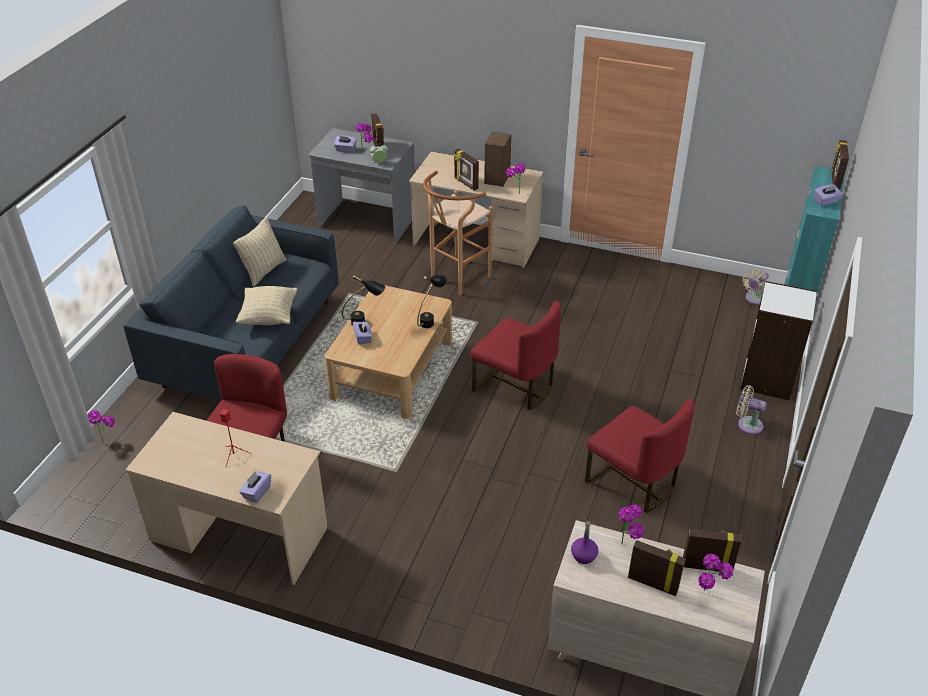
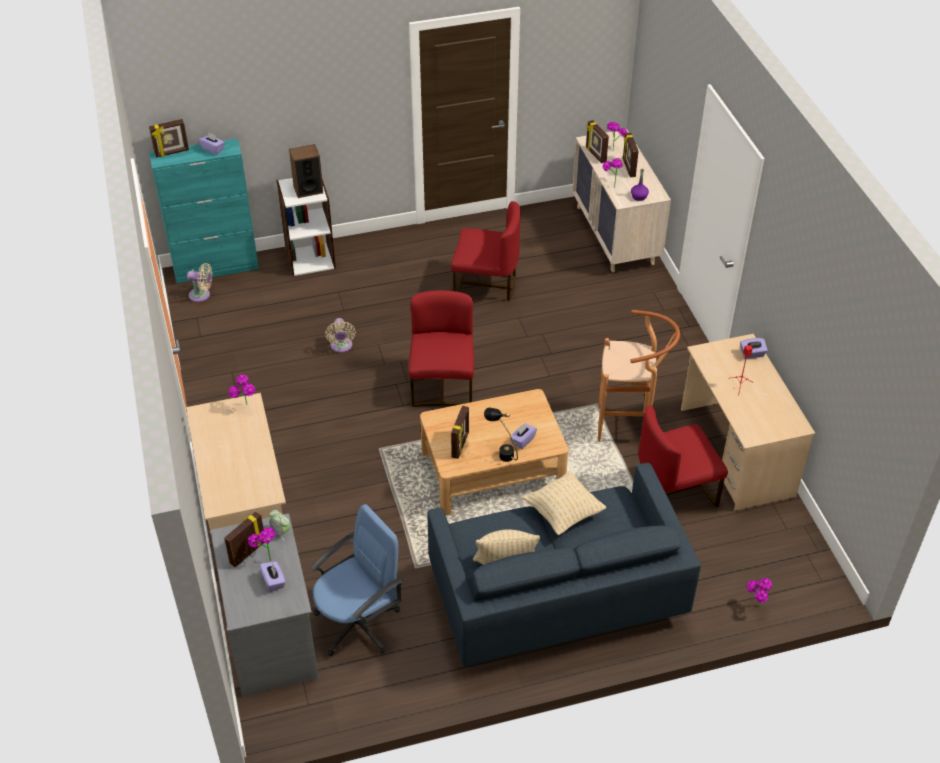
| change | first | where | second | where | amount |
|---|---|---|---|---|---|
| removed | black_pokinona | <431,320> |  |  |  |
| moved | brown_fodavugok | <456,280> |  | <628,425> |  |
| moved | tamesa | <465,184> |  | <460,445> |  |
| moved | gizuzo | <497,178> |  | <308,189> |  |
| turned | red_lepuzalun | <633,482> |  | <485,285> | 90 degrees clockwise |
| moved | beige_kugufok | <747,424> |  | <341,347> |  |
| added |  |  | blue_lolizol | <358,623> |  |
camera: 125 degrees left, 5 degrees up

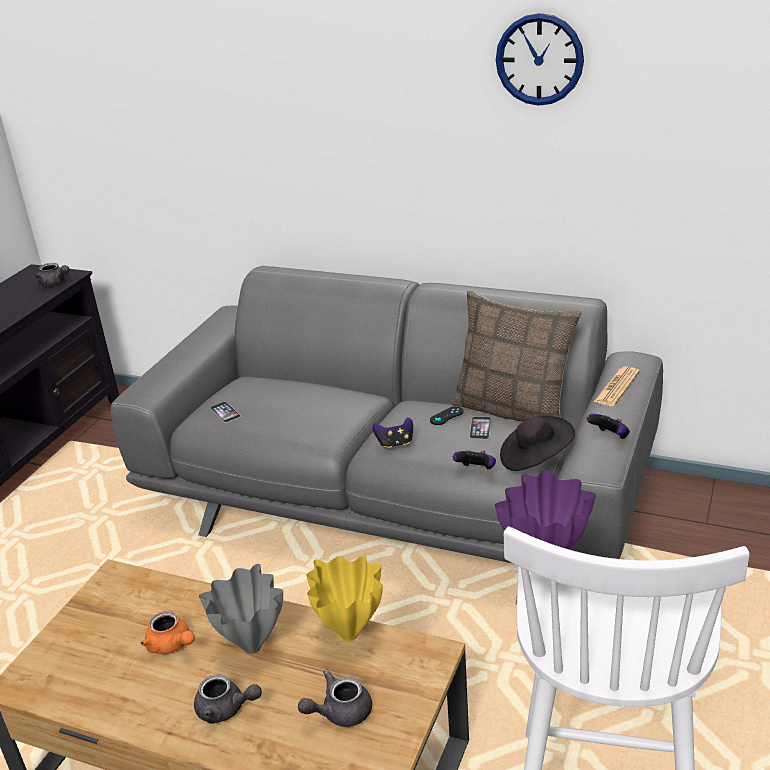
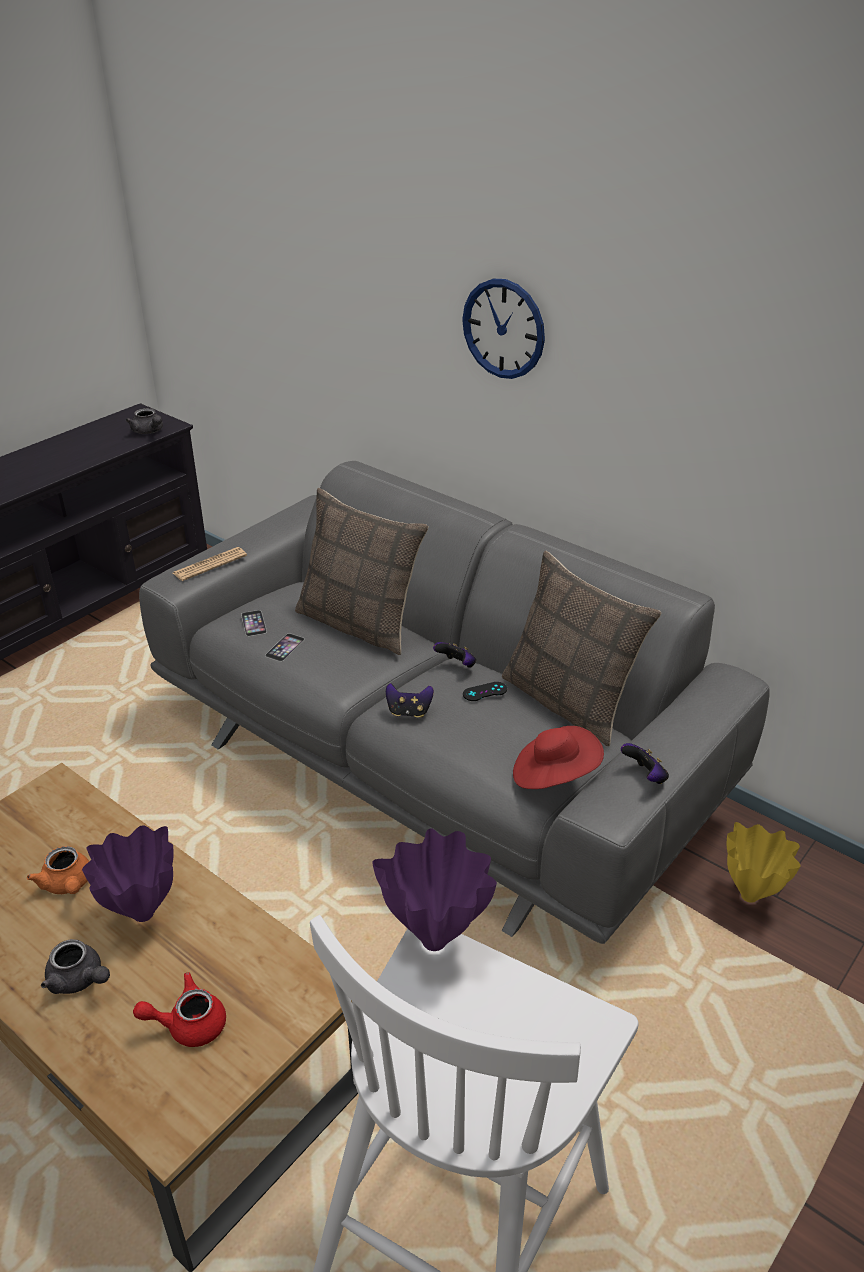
| change | first | where | second | where | amount |
|---|---|---|---|---|---|
| recoloured | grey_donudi | <251,648> | purple_donudi | <142,915> |  |
| recoloured | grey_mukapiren | <339,712> | red_mukapiren | <188,1024> |  |
| moved | yellow_donudi | <350,635> |  | <750,897> |  |
| moved | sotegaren | <476,470> |  | <457,665> |  |
| moved | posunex | <480,427> |  | <285,647> |  |
| moved | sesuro | <539,59> |  | <503,329> |  |
| recoloured | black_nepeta | <535,458> | red_nepeta | <554,775> |  |
| moved | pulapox | <617,387> |  | <210,565> |  |
| added |  |  | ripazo | <360,623> |  |
camera: 15 degrees right, 5 degrees up

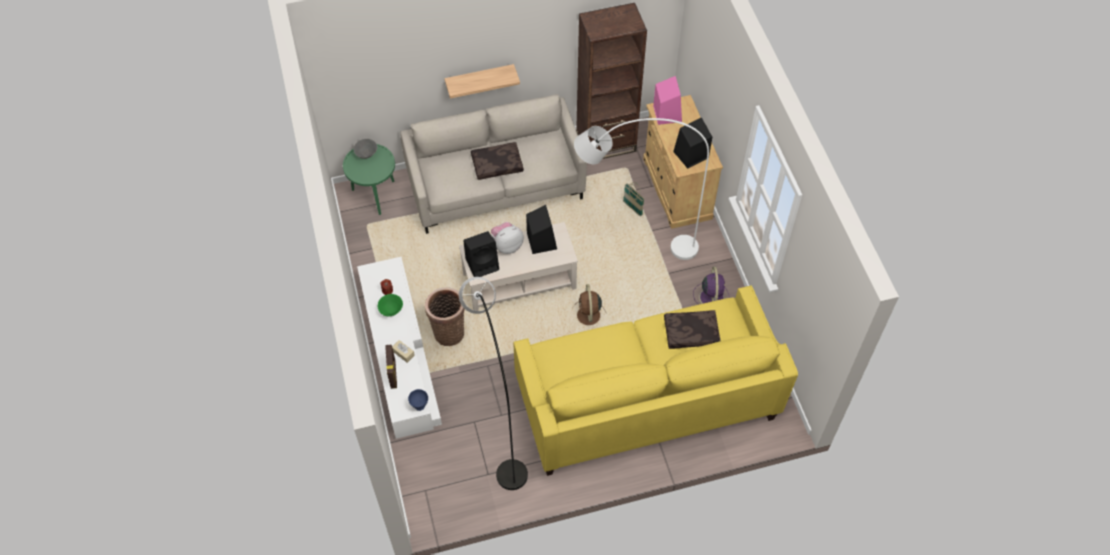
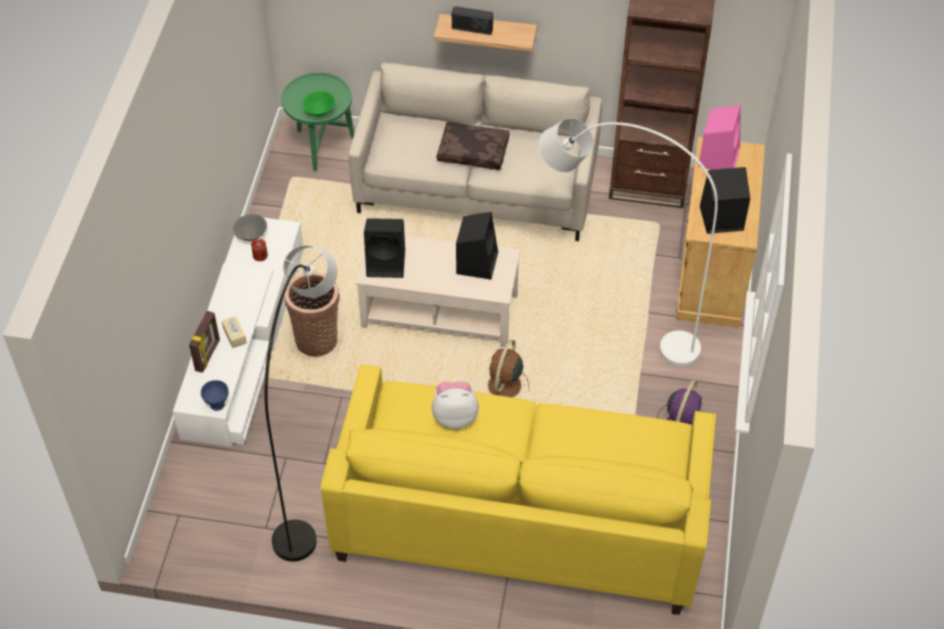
| change | first | where | second | where | amount |
|---|---|---|---|---|---|
| moved | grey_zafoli | <366,154> |  | <250,236> |  |
| moved | green_zafoli | <391,310> |  | <319,112> |  |
| moved | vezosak | <507,245> |  | <455,416> |  |
| removed | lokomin | <632,208> |  |  |  |
| removed | brown_ripazo | <691,334> |  |  |  |
| added |  |  | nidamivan | <472,29> |  |
camera: 25 degrees right, 5 degrees down

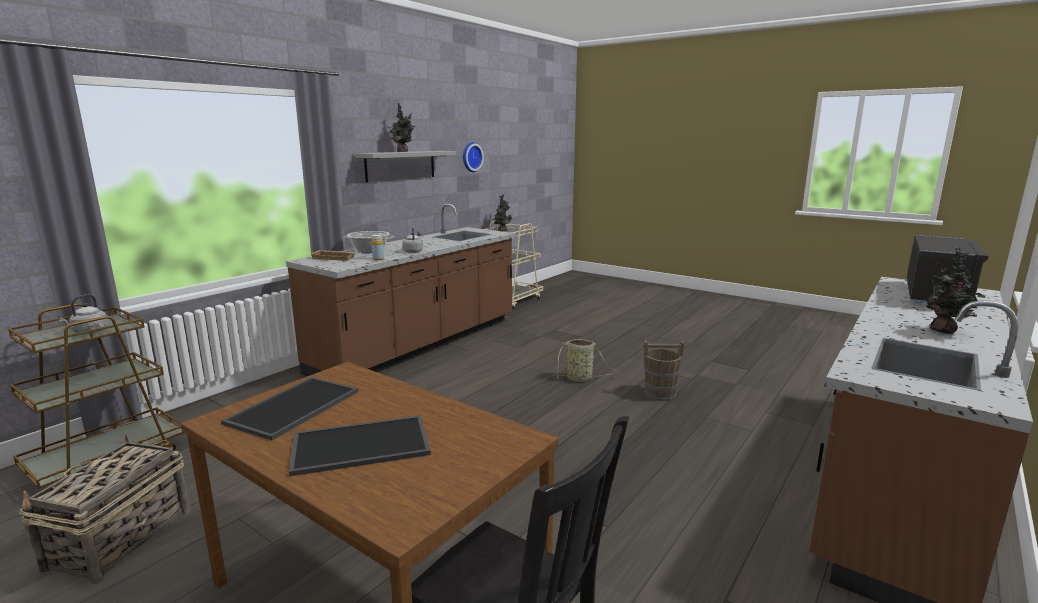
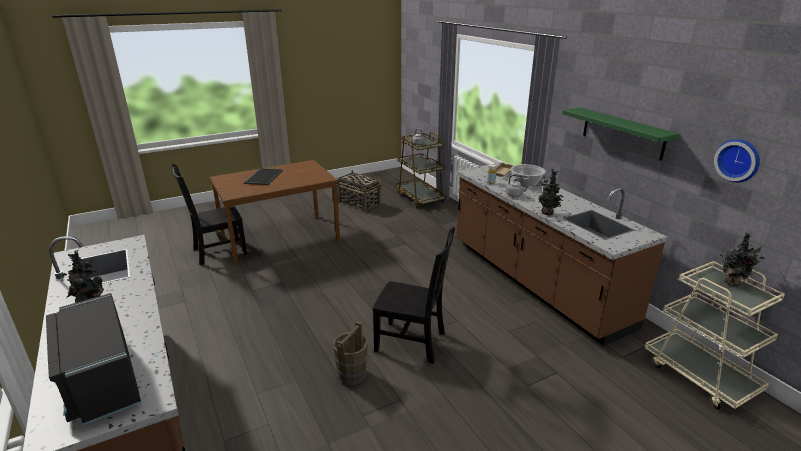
| change | first | where | second | where | amount |
|---|---|---|---|---|---|
| removed | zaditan | <294,408> |  |  |  |
| recoloured | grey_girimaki | <400,165> | green_girimaki | <622,133> |  |
| moved | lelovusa | <403,152> |  | <548,213> |  |
| replaced | lokomin | <581,379> | black_lepuzalun | <413,342> |  |
camera: 115 degrees right, 10 degrees up

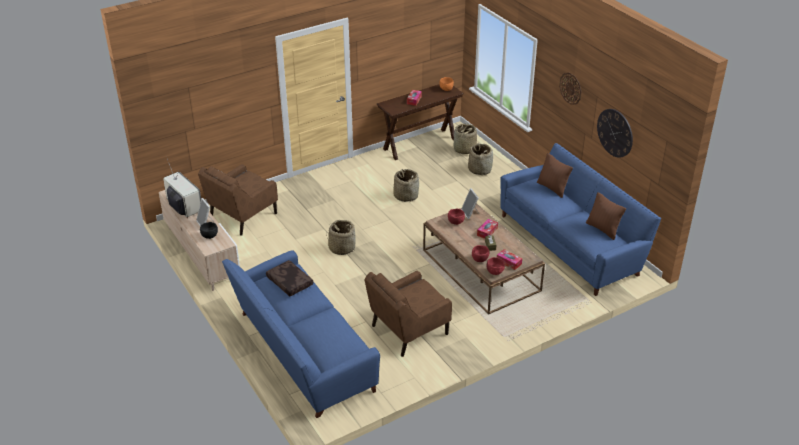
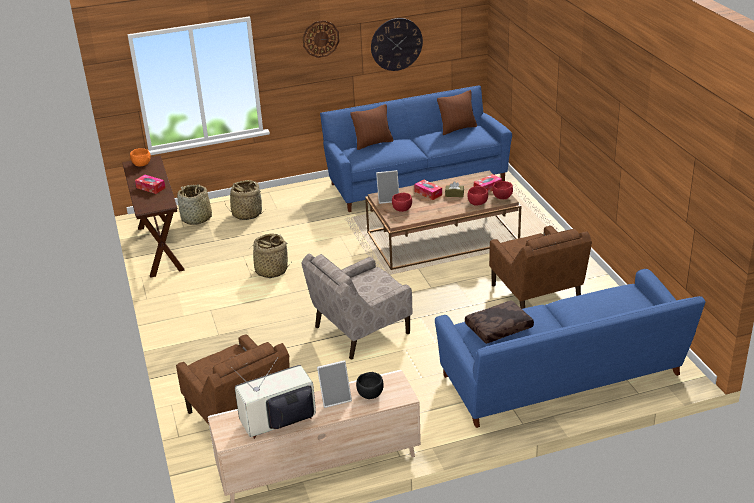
| change | first | where | second | where | amount |
|---|---|---|---|---|---|
| replaced | lokomin | <342,248> | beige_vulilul | <360,330> |  |
camera: 75 degrees left, 5 degrees down

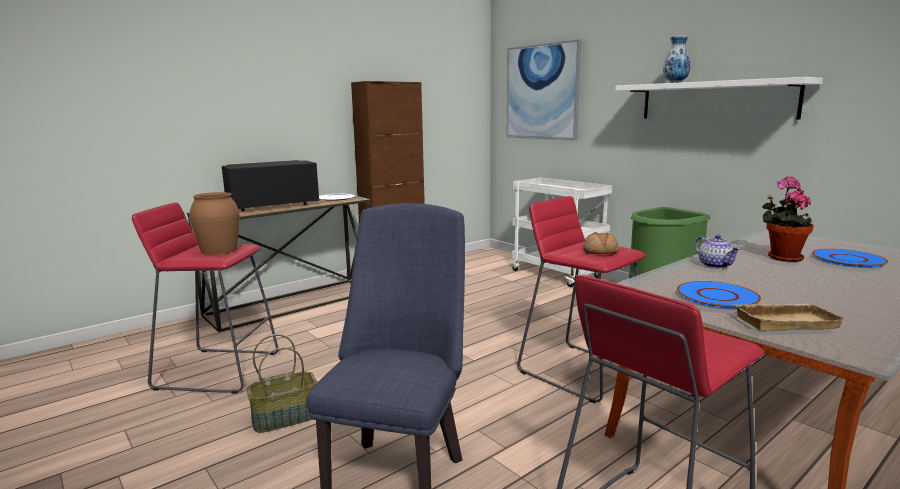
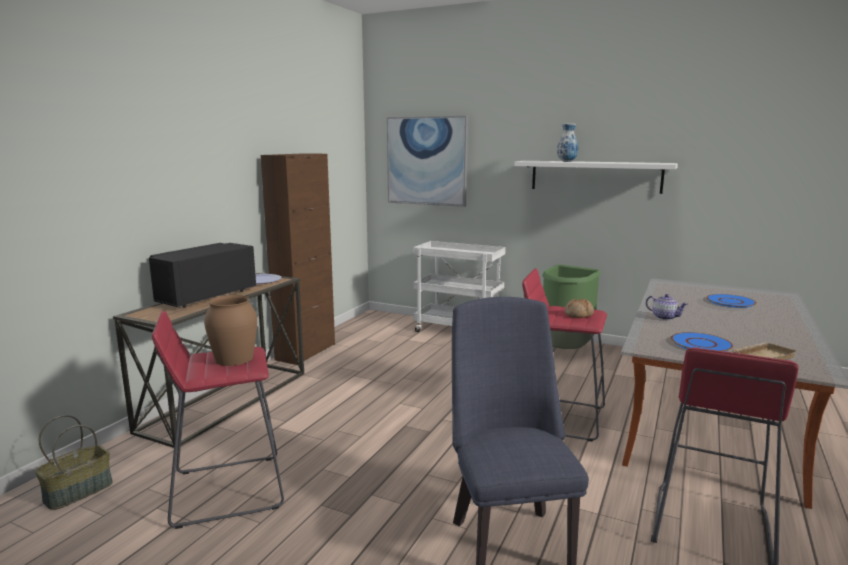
| change | first | where | second | where | amount |
|---|---|---|---|---|---|
| moved | lokomin | <285,417> |  | <78,491> |  |
| removed | lelovusa | <781,257> |  |  |  |
camera: 25 degrees left, 0 degrees up

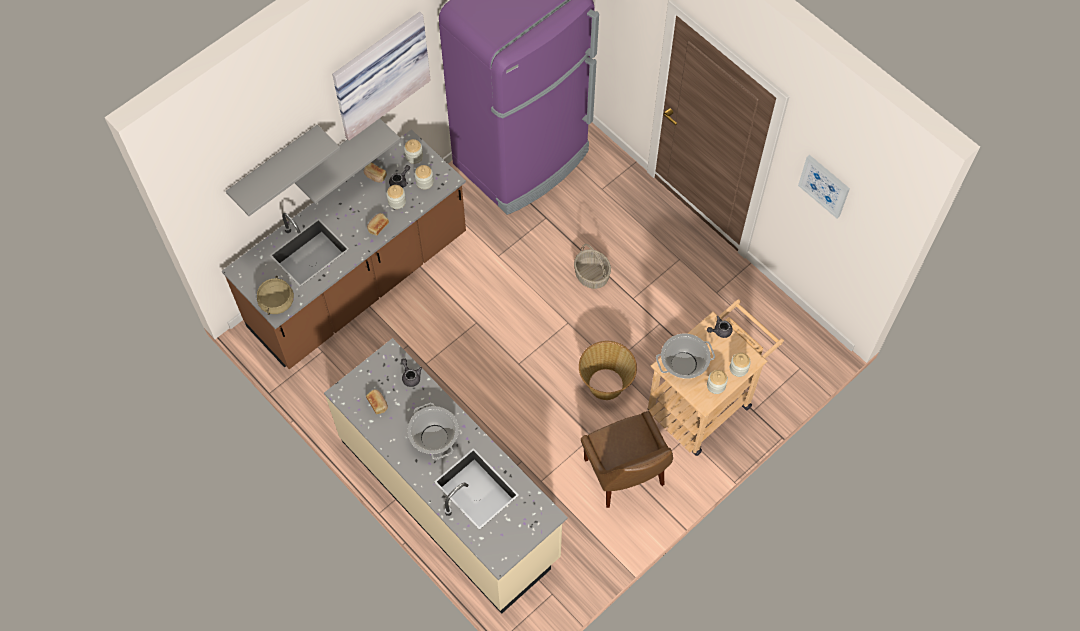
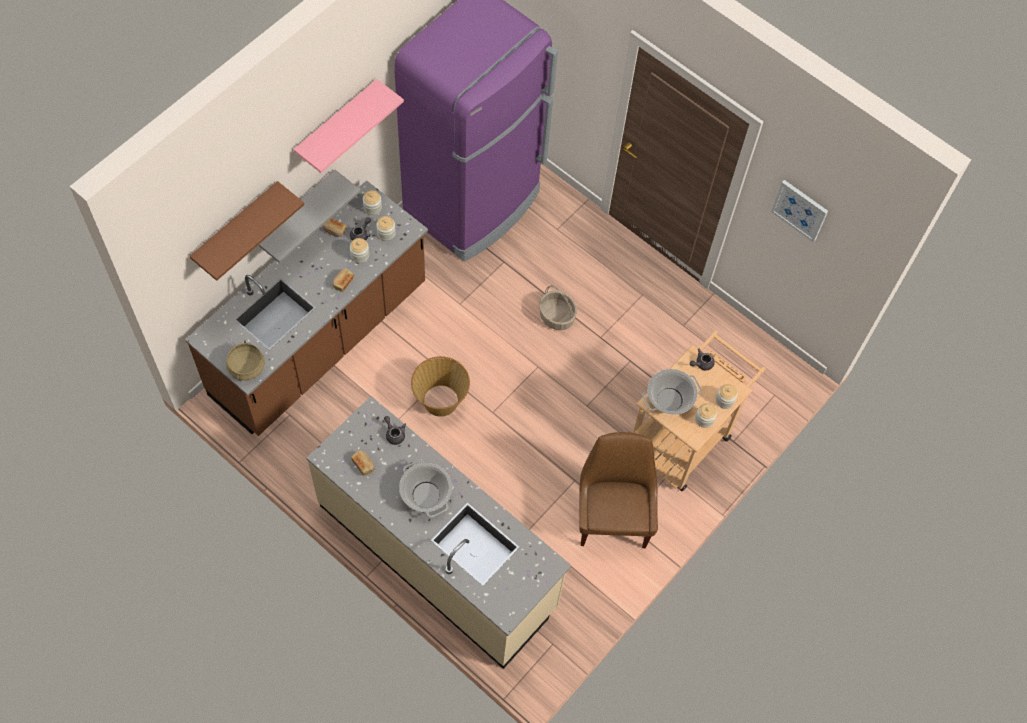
| change | first | where | second | where | amount |
|---|---|---|---|---|---|
| recoloured | grey_girimaki | <274,166> | brown_girimaki | <236,227> |  |
| replaced | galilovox | <379,73> | pink_girimaki | <337,124> |  |
| moved | lokomin | <606,383> |  | <440,400> |  |
| turned | brown_lepuzalun | <625,475> |  | <613,516> | 150 degrees counterclockwise |
camera: 10 degrees left, 0 degrees up

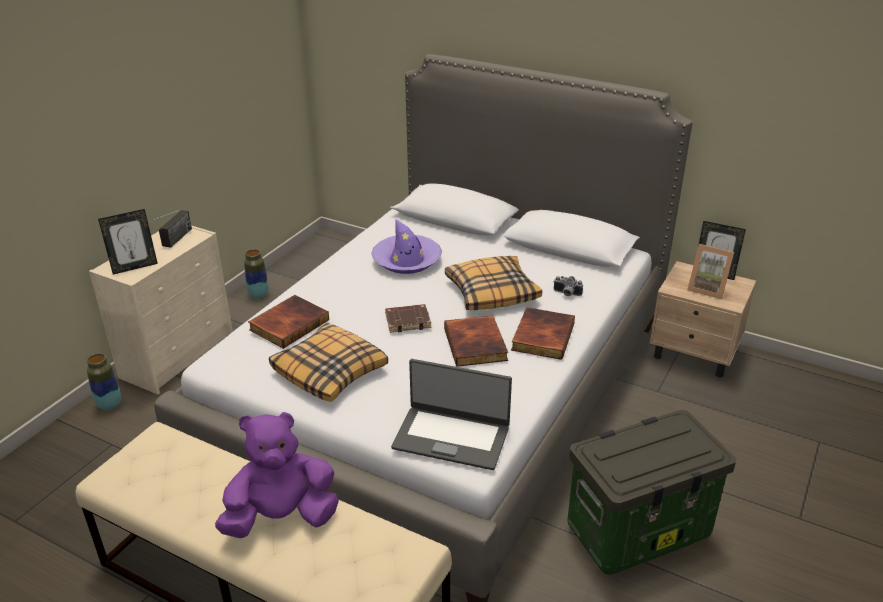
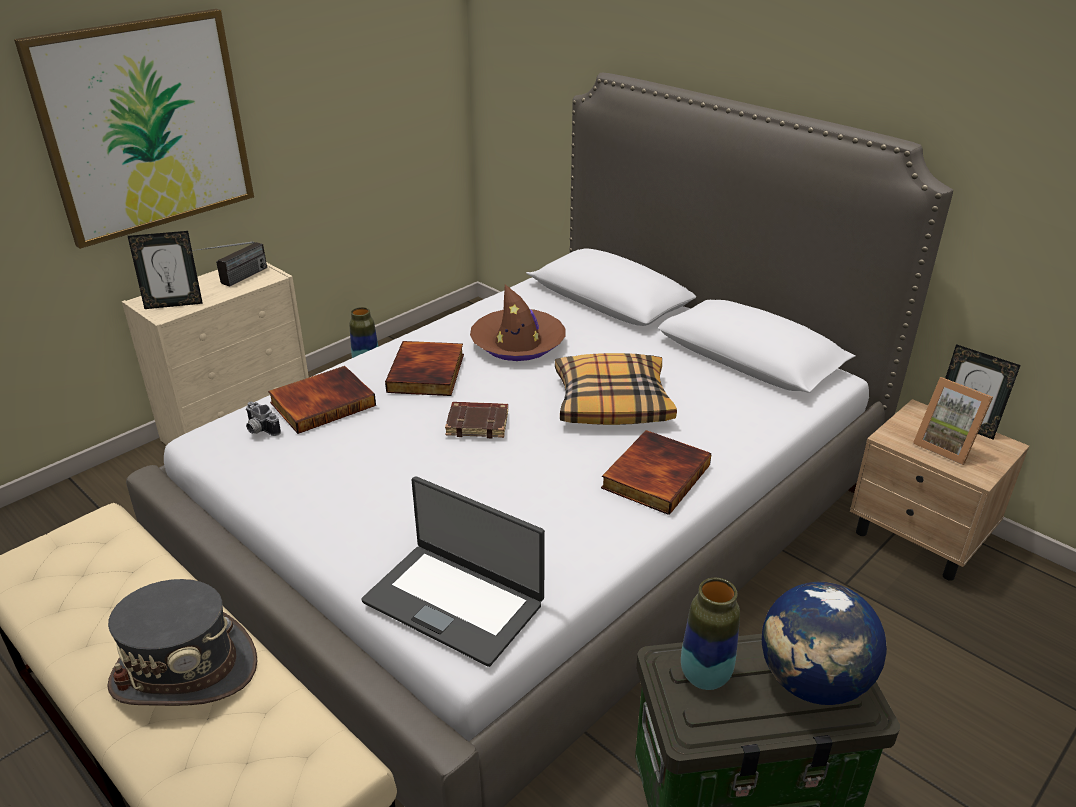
| change | first | where | second | where | amount |
|---|---|---|---|---|---|
| moved | donudi | <109,405> |  | <705,676> |  |
| replaced | purple_vezosak | <281,517> | grey_nepeta | <184,671> |  |
| removed | ripazo | <330,371> |  |  |  |
| recoloured | purple_nepeta | <407,260> | brown_nepeta | <518,343> |  |
| moved | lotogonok | <477,344> |  | <428,373> |  |
| moved | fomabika | <566,294> |  | <259,430> |  |
| added |  |  | galilovox | <146,126> |  |
| added |  |  | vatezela | <813,682> |  |
camera: 15 degrees right, 0 degrees up

